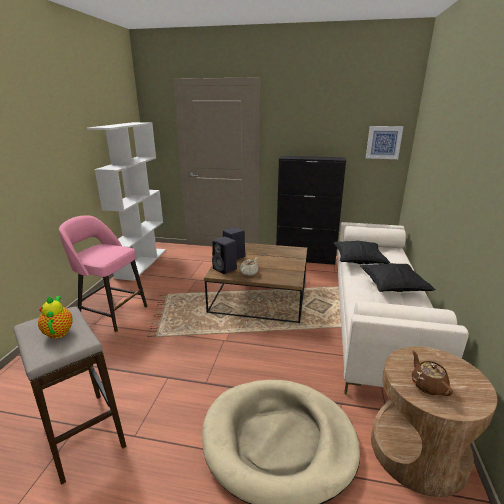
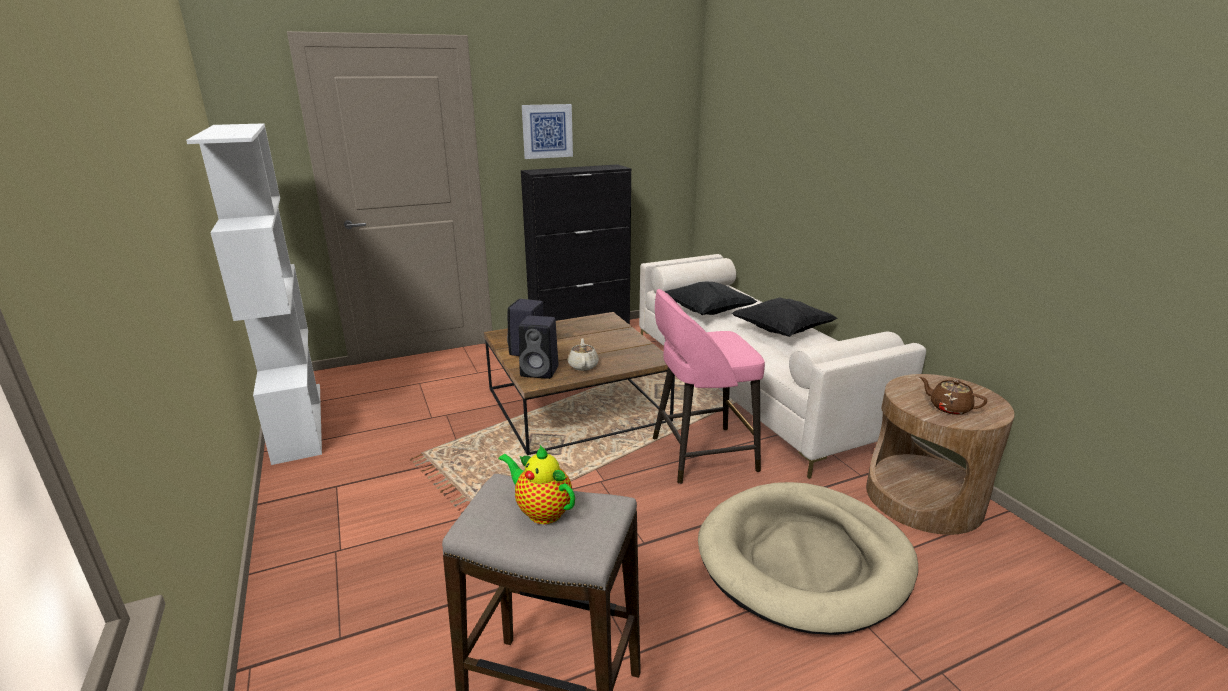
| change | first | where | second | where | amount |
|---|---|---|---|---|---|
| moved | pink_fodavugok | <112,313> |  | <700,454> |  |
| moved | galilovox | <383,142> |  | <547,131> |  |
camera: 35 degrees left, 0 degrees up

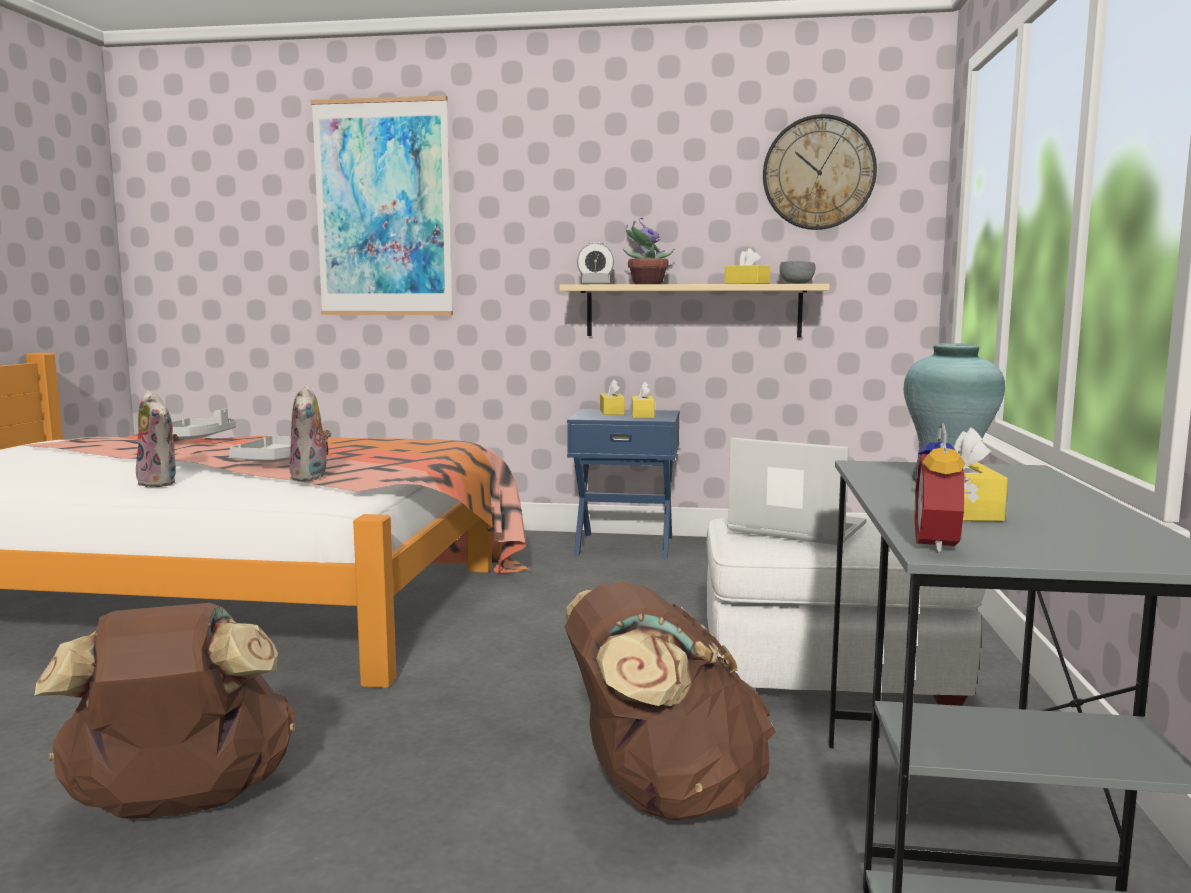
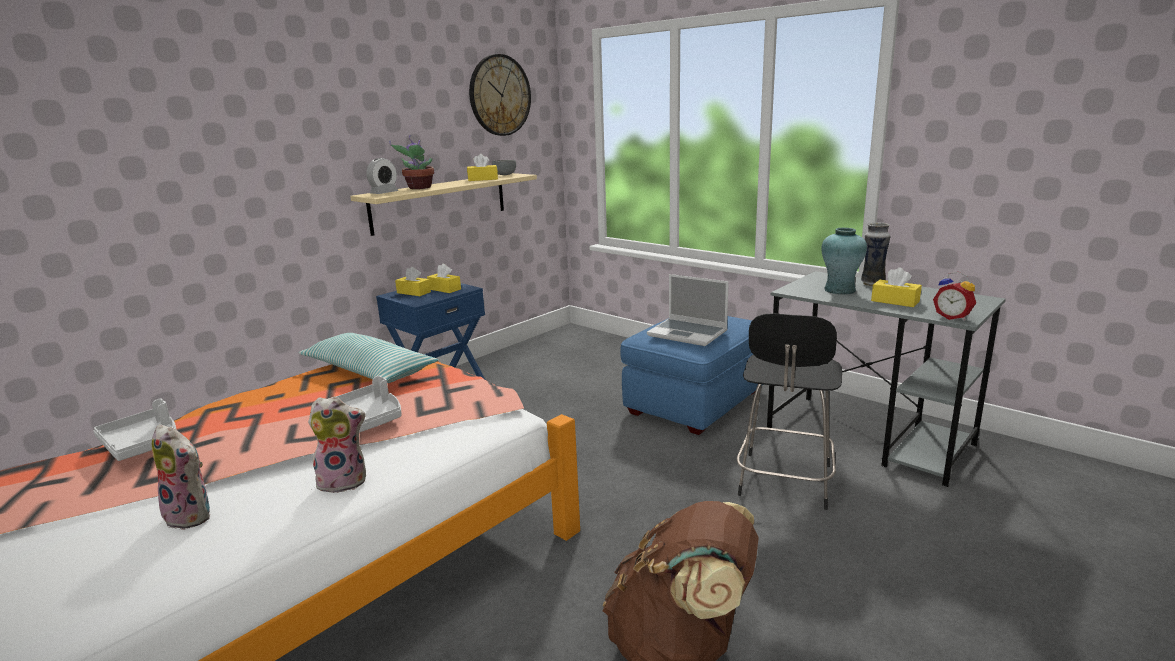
| change | first | where | second | where | amount |
|---|---|---|---|---|---|
| moved | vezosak | <311,477> |  | <193,515> |  |
| removed | galilovox | <383,208> |  |  |  |
| replaced | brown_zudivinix | <663,795> | black_fodavugok | <784,482> |  |
| recoloured | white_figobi | <826,670> | blue_figobi | <694,402> |  |
| turned | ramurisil | <794,529> |  | <688,333> | 120 degrees counterclockwise |
| added |  |  | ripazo | <369,371> |  |
| added |  |  | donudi | <872,284> |  |
camera: 55 degrees left, 10 degrees up

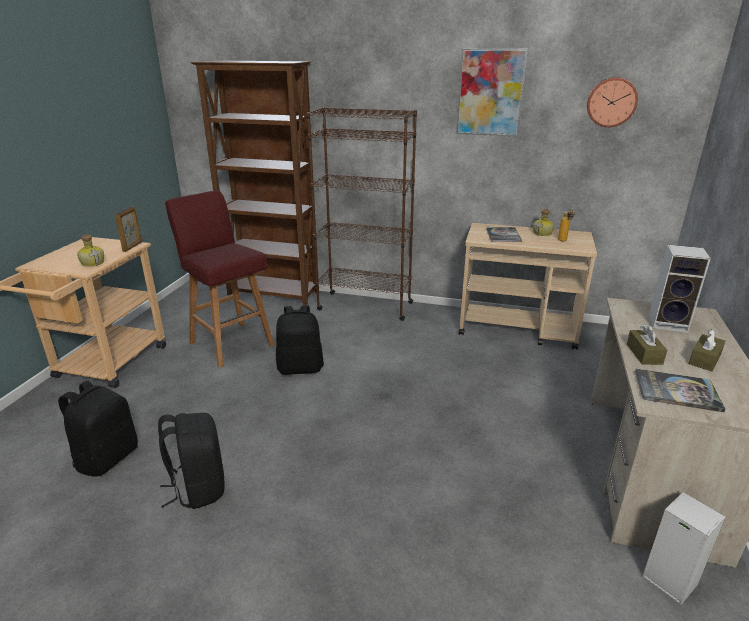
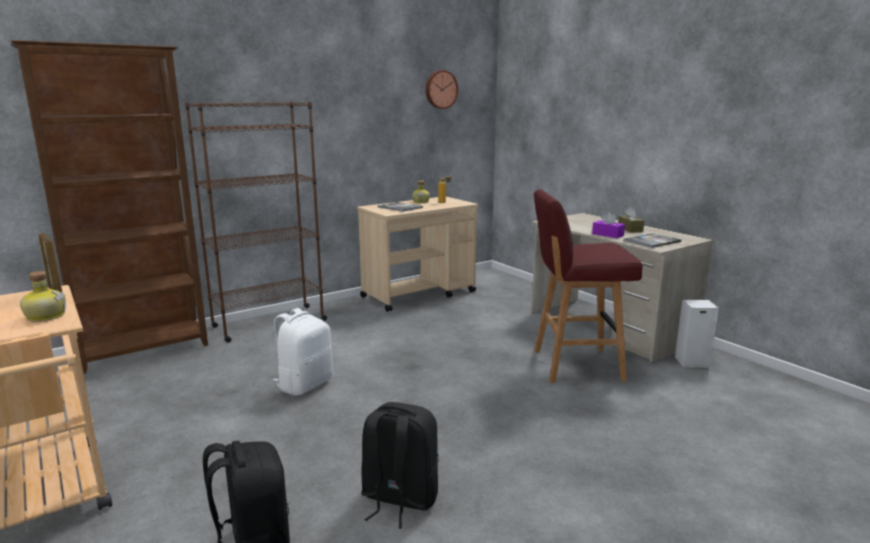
| change | first | where | second | where | amount |
|---|---|---|---|---|---|
| moved | red_fodavugok | <230,343> |  | <575,365> |  |
| recoloured | black_zudivinix | <300,368> | white_zudivinix | <304,384> |  |
| removed | galilovox | <490,92> |  |  |  |
| recoloured | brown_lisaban | <644,354> | purple_lisaban | <607,235> |  |
| removed | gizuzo | <669,323> |  |  |  |
camera: 50 degrees left, 10 degrees down

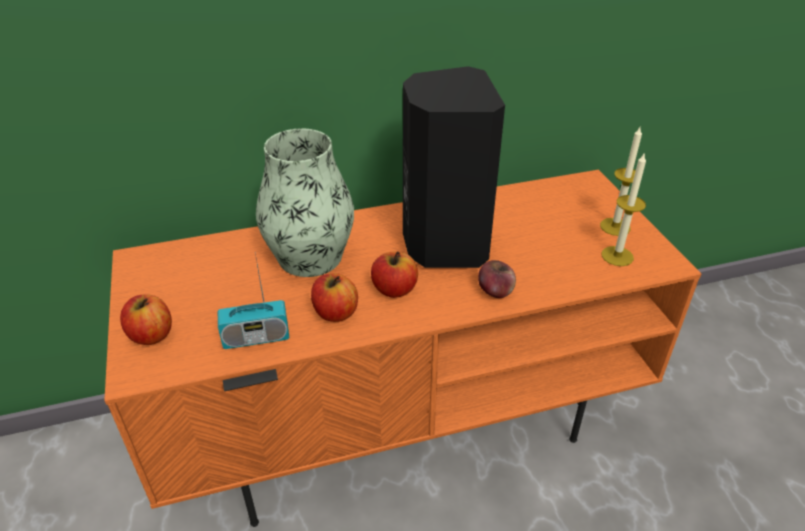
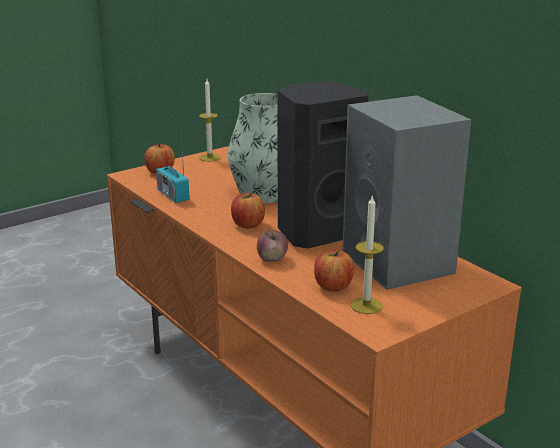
| change | first | where | second | where | amount |
|---|---|---|---|---|---|
| moved | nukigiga | <335,312> |  | <333,286> |  |
| moved | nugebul | <615,227> |  | <210,157> |  |
| added |  |  | grey_gizuzo | <401,263> |  |
camera: 70 degrees right, 15 degrees down

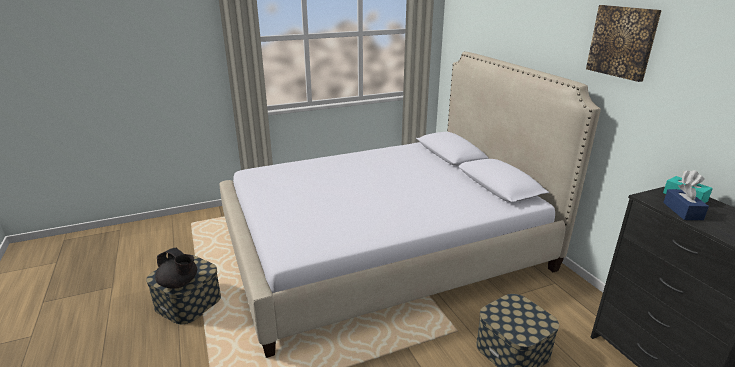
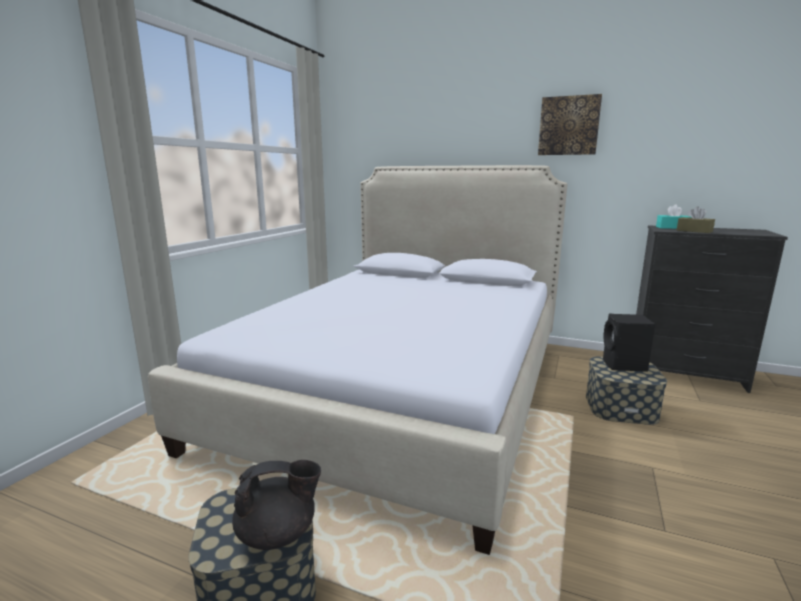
| change | first | where | second | where | amount |
|---|---|---|---|---|---|
| recoloured | blue_lisaban | <682,211> | brown_lisaban | <694,231> |  |
| added |  |  | black_gizuzo | <624,365> |  |
camera: 45 degrees left, 10 degrees down

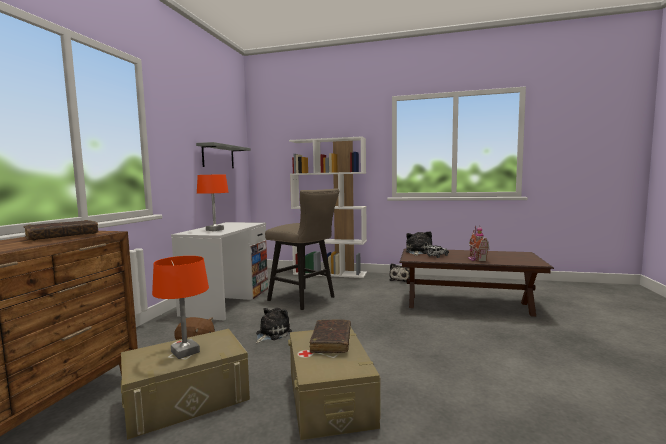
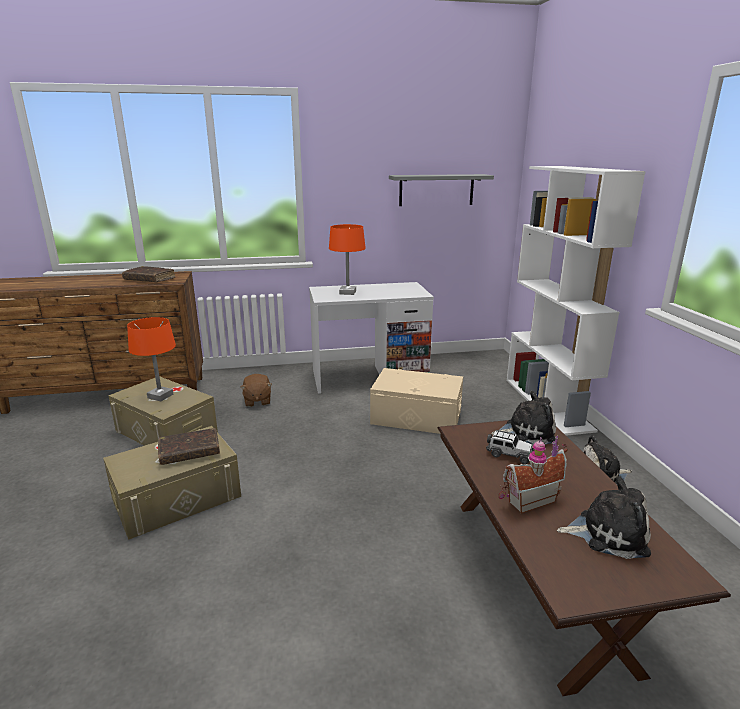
| change | first | where | second | where | amount |
|---|---|---|---|---|---|
| moved | vezosak | <271,333> |  | <607,533> |  |
| replaced | beige_fodavugok | <305,299> | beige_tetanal | <416,416> |  |
camera: 65 degrees right, 15 degrees up

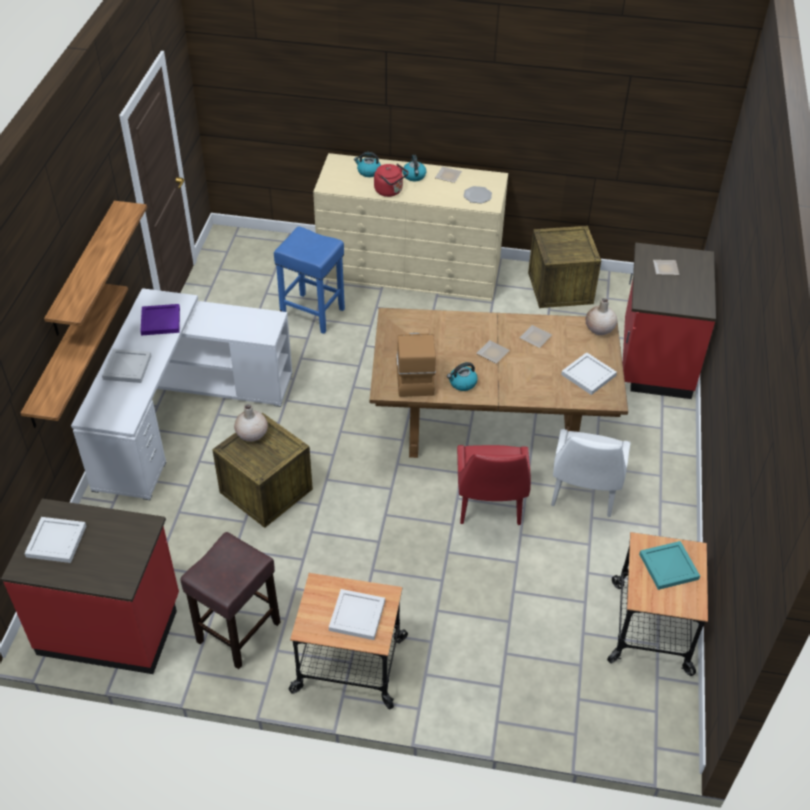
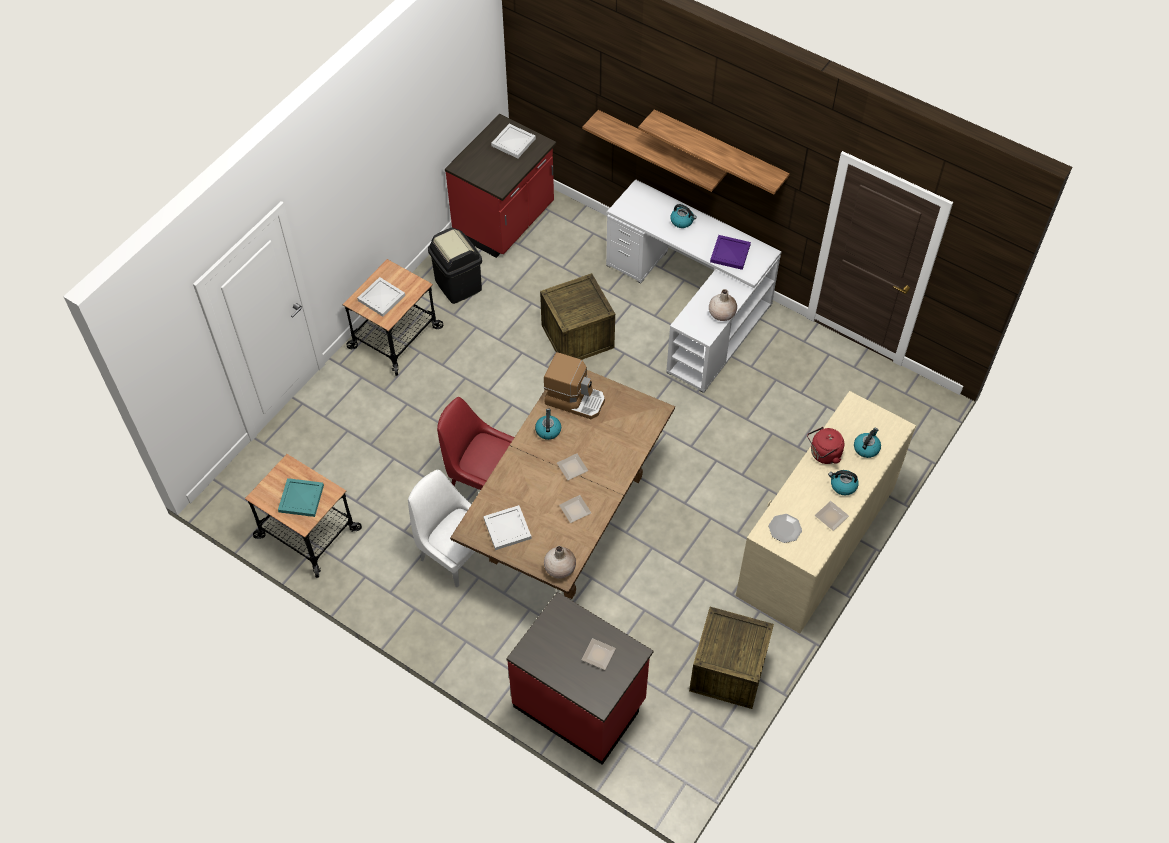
| change | first | where | second | where | amount |
|---|---|---|---|---|---|
| replaced | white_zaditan | <126,368> | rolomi | <682,221> |  |
| replaced | brown_fodavugok | <238,633> | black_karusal | <458,285> |  |
| moved | beige_donudi | <251,434> |  | <721,314> |  |
| removed | blue_fodavugok | <313,313> |  |  |  |
camera: 115 degrees right, 10 degrees up

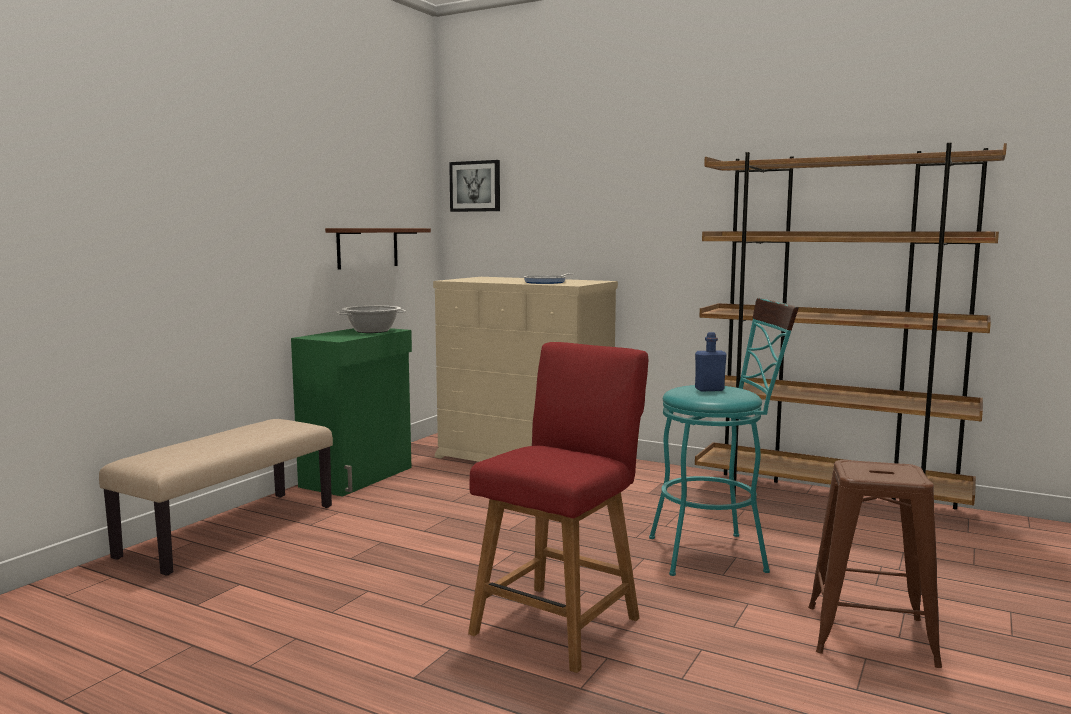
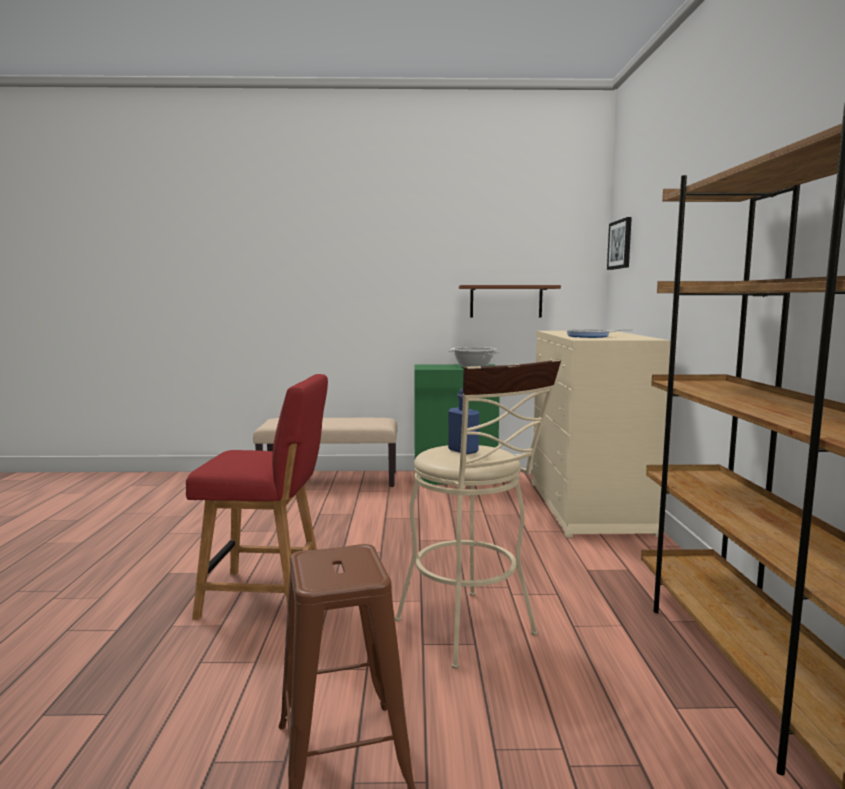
| change | first | where | second | where | amount |
|---|---|---|---|---|---|
| recoloured | turquoise_fodavugok | <717,553> | beige_fodavugok | <473,632> |  |
camera: 60 degrees right, 0 degrees up

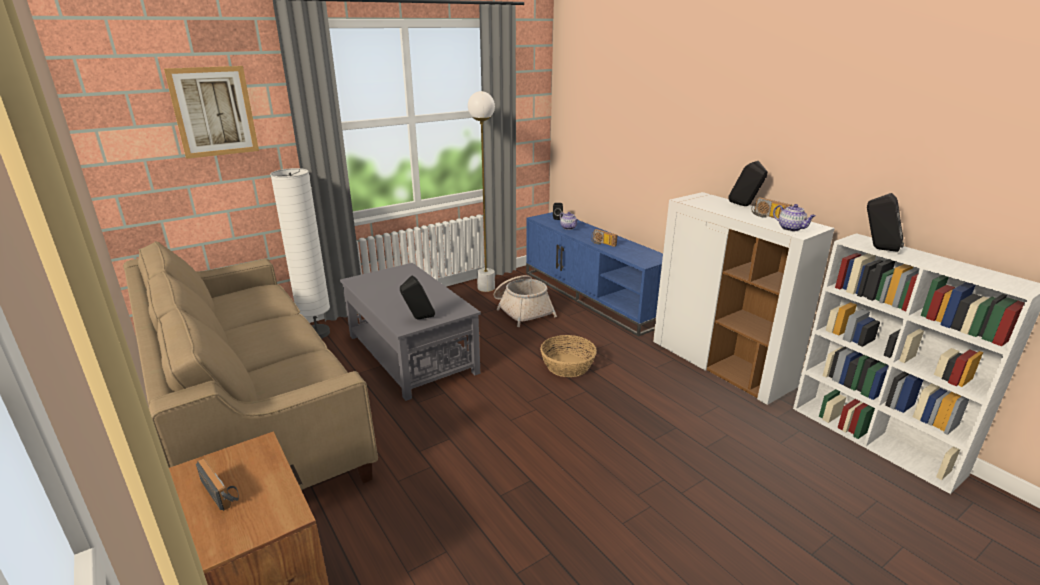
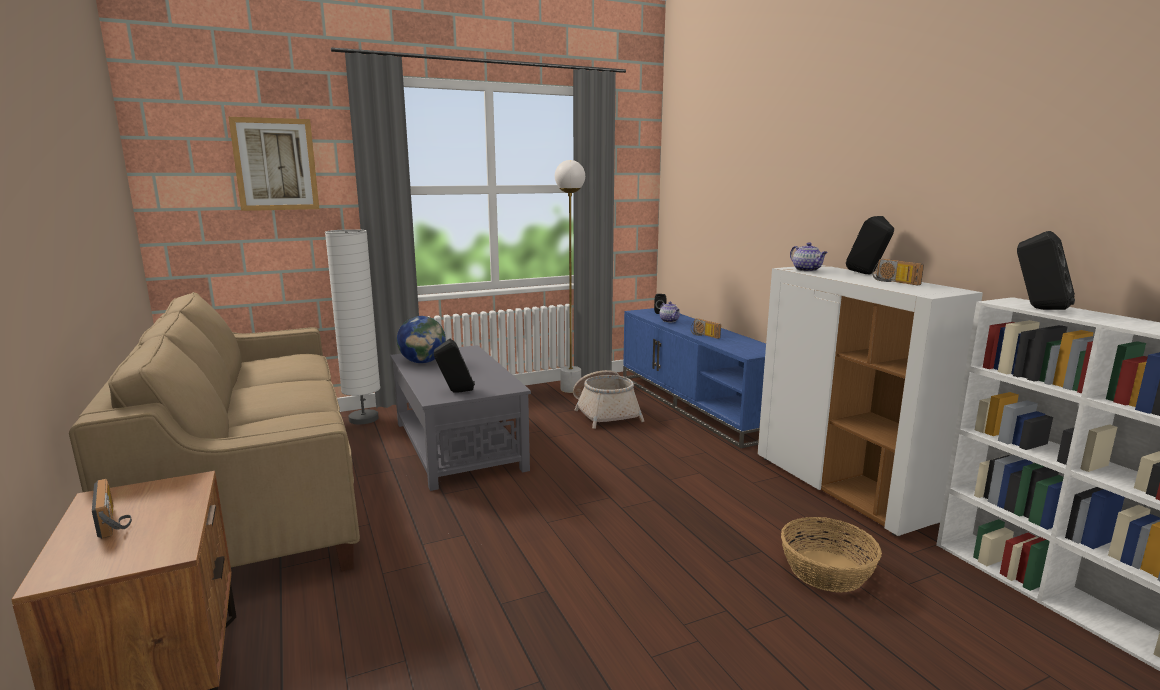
| change | first | where | second | where | amount |
|---|---|---|---|---|---|
| moved | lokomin | <568,366> |  | <827,571> |  |
| moved | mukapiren | <791,228> |  | <807,270> |  |
| added |  |  | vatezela | <423,362> |  |
camera: 10 degrees right, 10 degrees down

